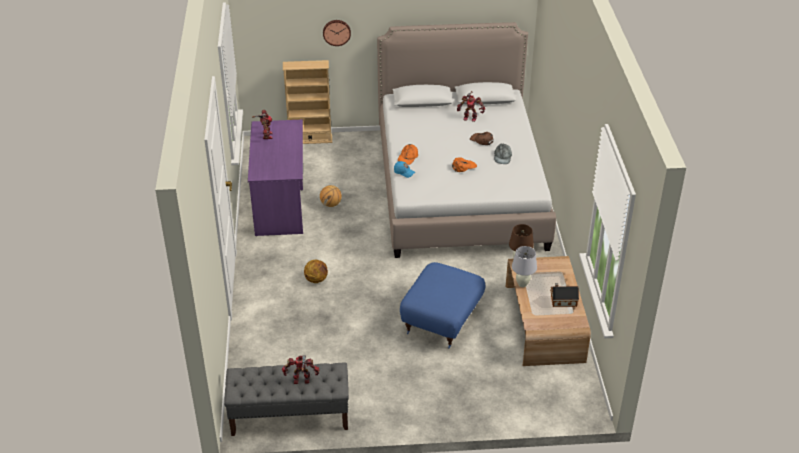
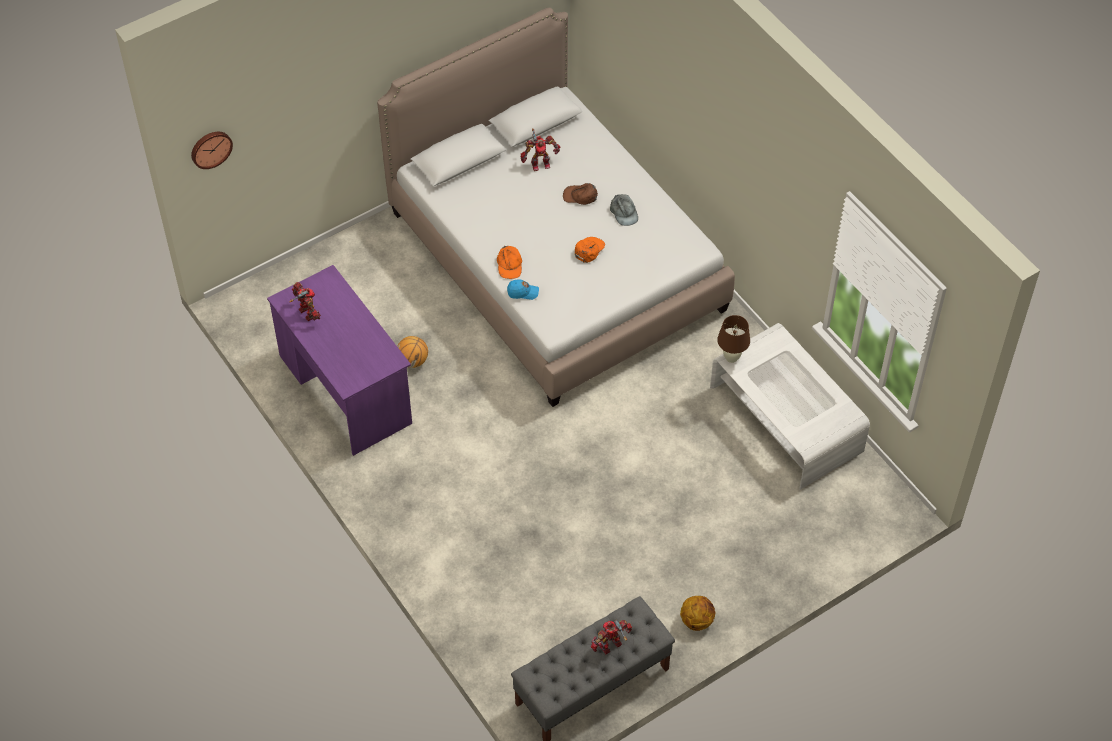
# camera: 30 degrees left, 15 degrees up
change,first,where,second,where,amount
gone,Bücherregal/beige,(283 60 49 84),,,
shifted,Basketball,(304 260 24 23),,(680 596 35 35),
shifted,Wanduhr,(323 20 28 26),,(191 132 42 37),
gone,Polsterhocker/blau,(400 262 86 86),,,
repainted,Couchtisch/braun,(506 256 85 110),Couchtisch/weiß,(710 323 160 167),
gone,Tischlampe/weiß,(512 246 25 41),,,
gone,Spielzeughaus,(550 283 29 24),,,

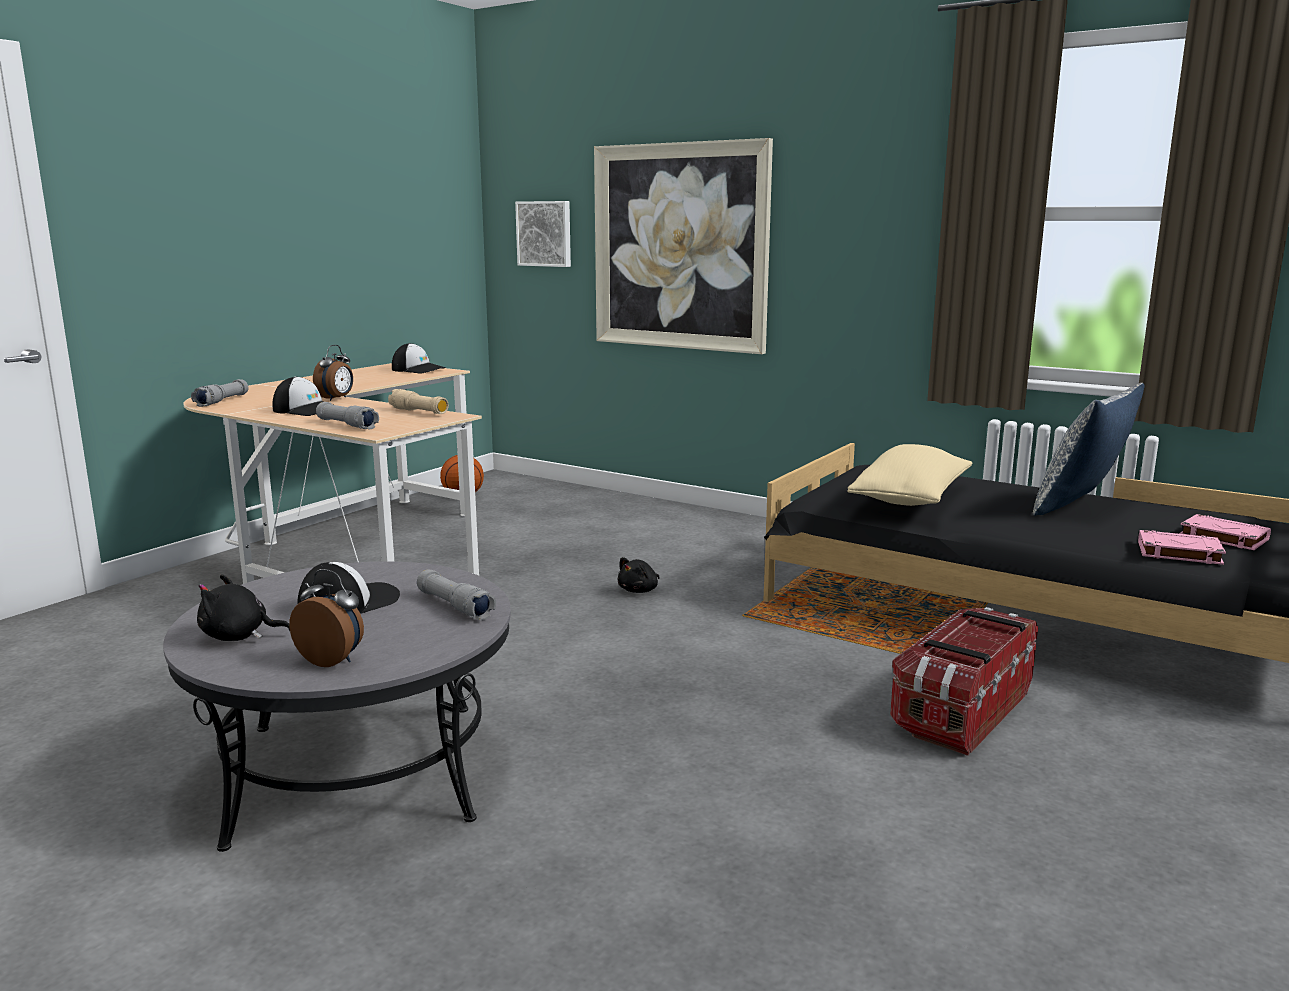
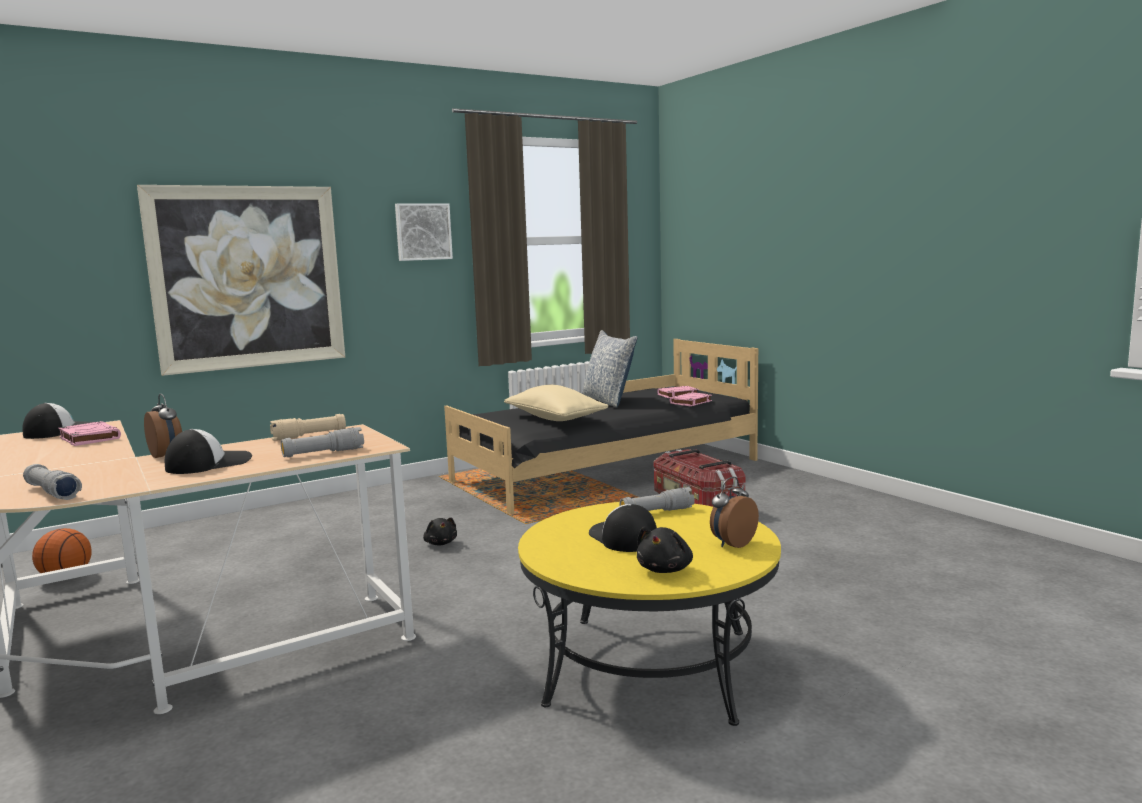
# camera: 65 degrees left, 5 degrees down
change,first,where,second,where,amount
repainted,Couchtisch/grau,(163 561 348 291),Couchtisch/gelb,(518 502 263 224),
shifted,Bild,(515 201 56 66),,(395 204 58 57),
new,,,Buch/rosa,(58 421 63 25),

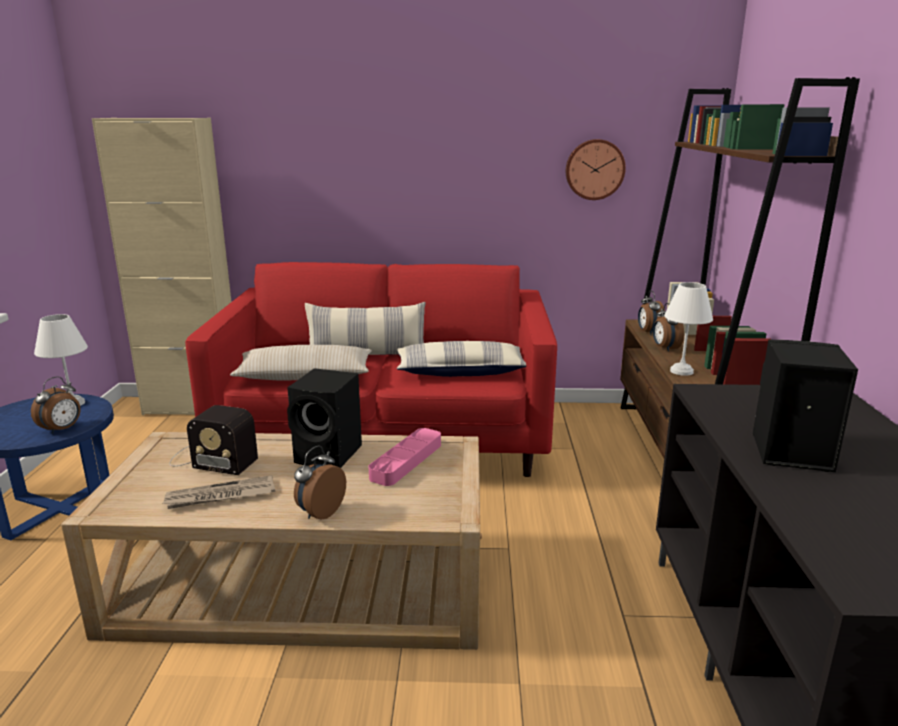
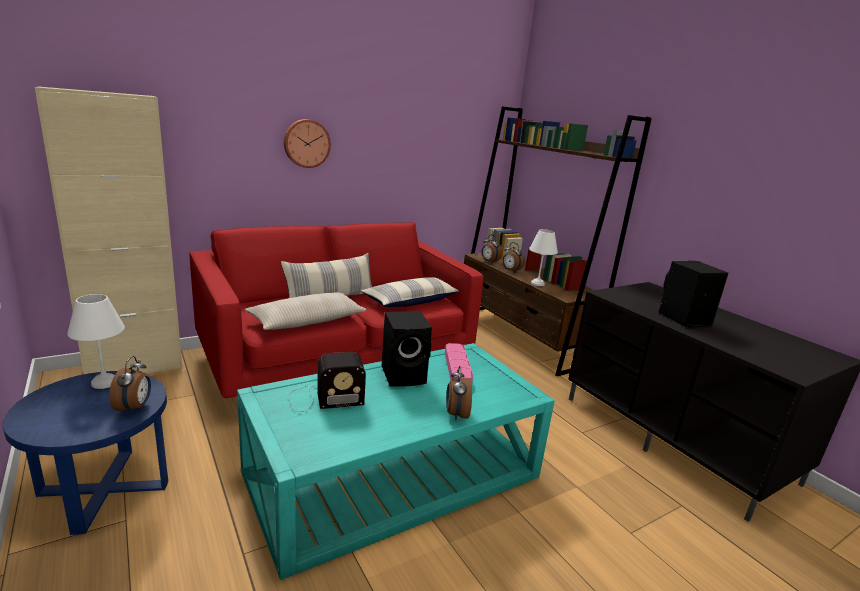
# camera: 35 degrees left, 0 degrees up
change,first,where,second,where,amount
repainted,Couchtisch/beige,(61 432 421 218),Couchtisch/türkis,(237 343 318 237),
gone,Zeitung,(163 475 112 34),,,
shifted,Wanduhr,(566 139 60 61),,(284 119 47 49),

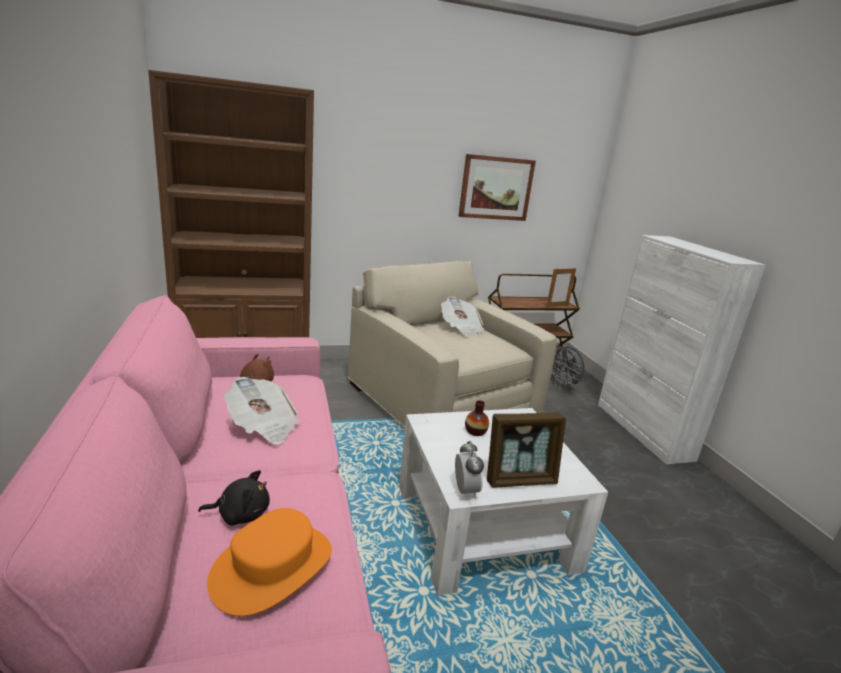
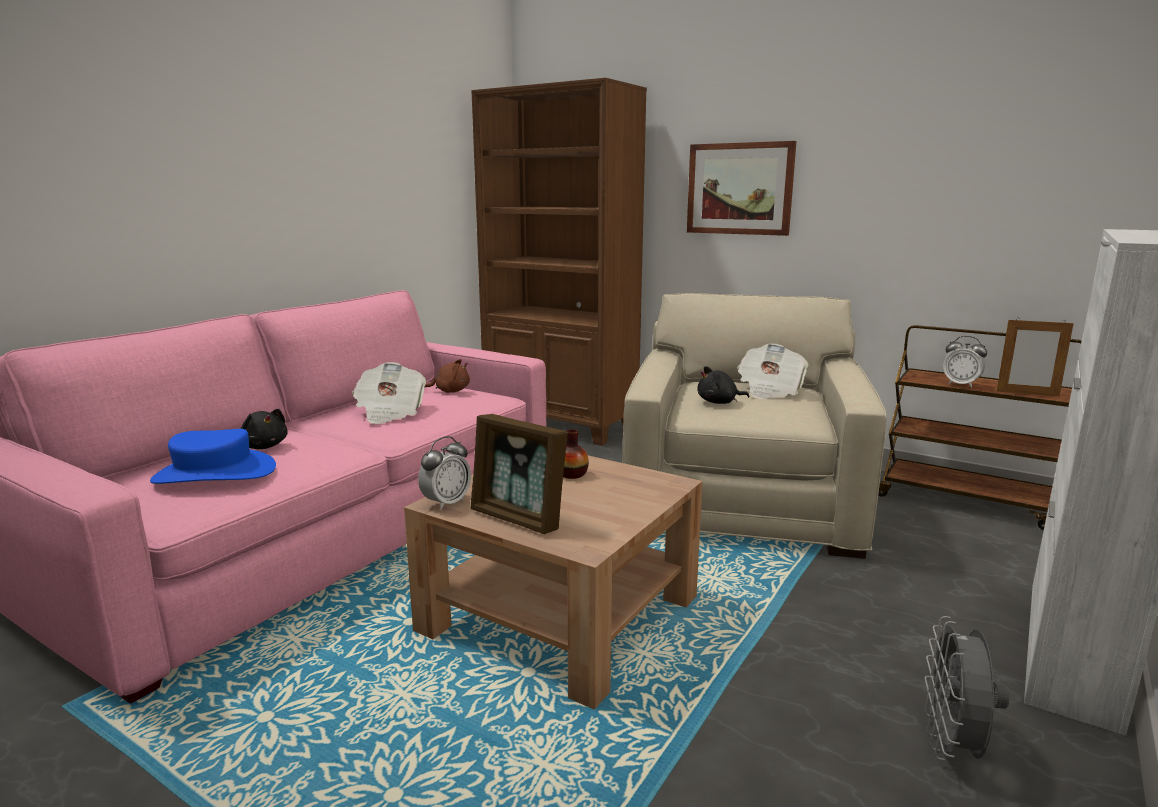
# camera: 50 degrees right, 5 degrees down
change,first,where,second,where,amount
repainted,Hut/orange,(207 508 125 108),Hut/blau,(150 429 126 55),
repainted,Couchtisch/weiß,(399 408 209 188),Couchtisch/braun,(404 456 299 254),
shifted,Bild,(459 154 77 67),,(687 141 109 95),
shifted,Ventilator/grau,(550 345 35 44),,(924 616 85 145),
new,,,Plüschtier/schwarz,(697 366 53 38),
new,,,Wecker,(943 336 44 52),

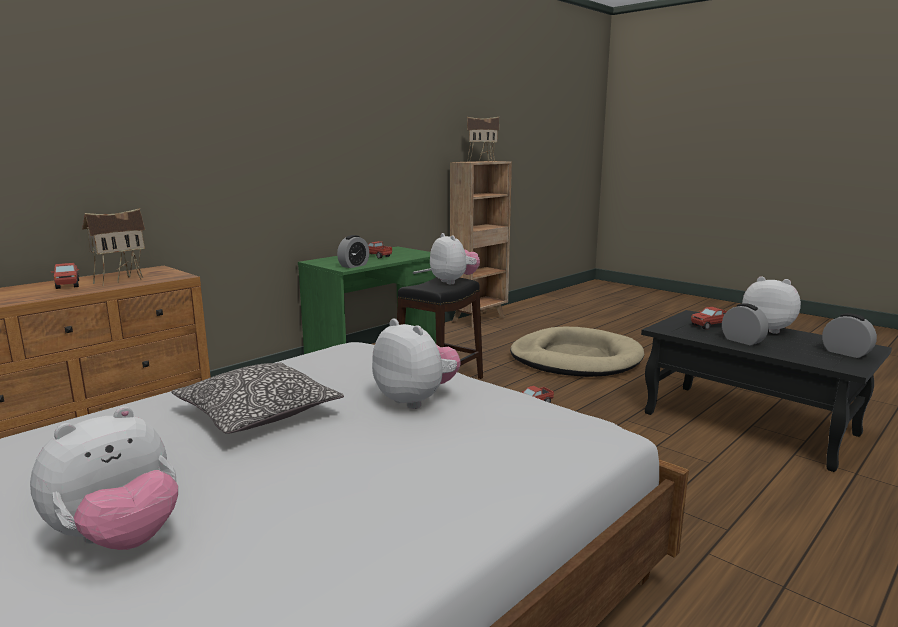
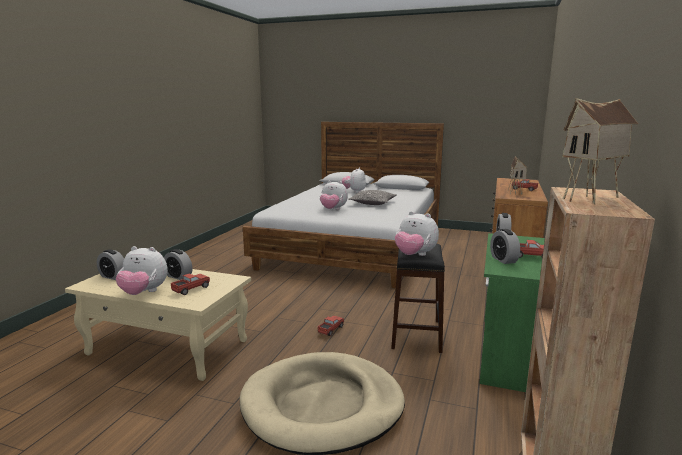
# camera: 155 degrees right, 0 degrees up
change,first,where,second,where,amount
repainted,Couchtisch/schwarz,(641 310 251 162),Couchtisch/beige,(65 269 186 112),
new,,,Wecker,(490 229 30 35),

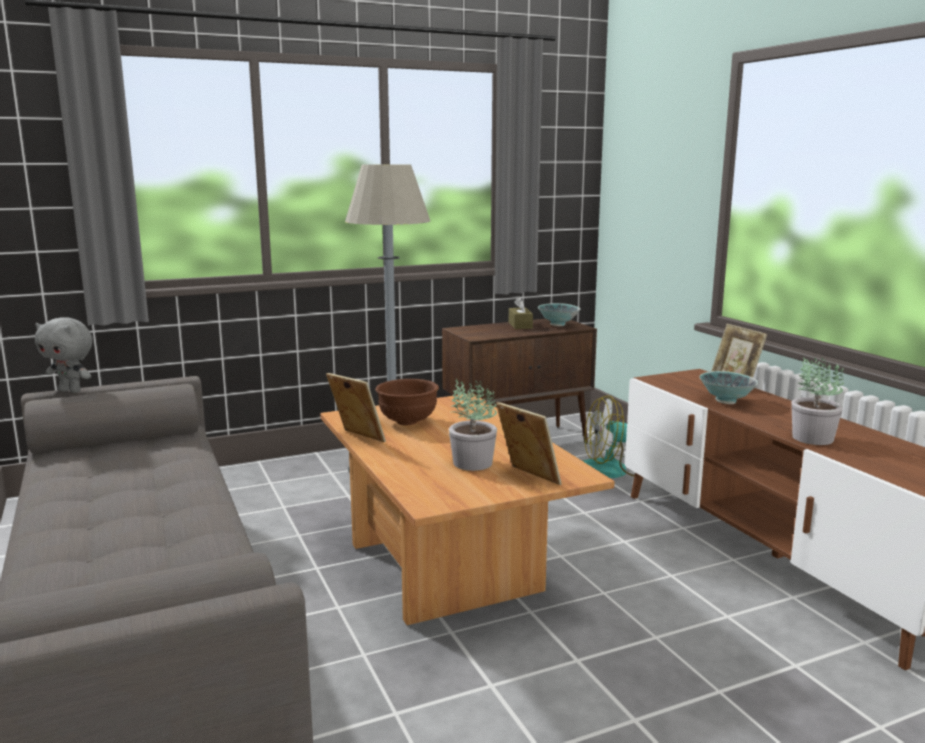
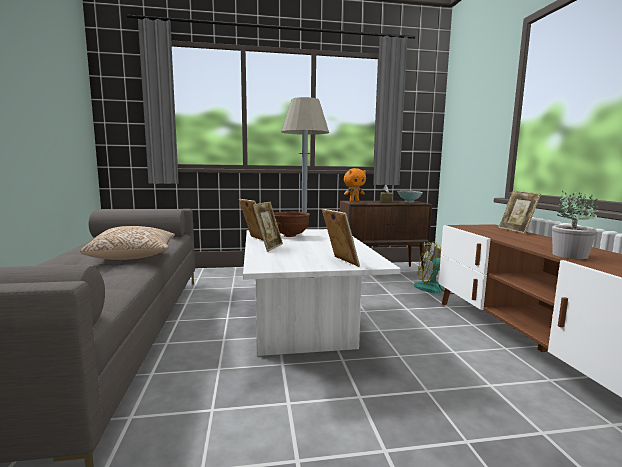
# camera: 15 degrees right, 5 degrees down
change,first,where,second,where,amount
gone,Plüschtier/grau,(35 318 58 75),,,
repainted,Couchtisch/braun,(320 393 295 232),Couchtisch/weiß,(243 229 158 127),
gone,Topfpflanze,(449 379 48 92),,,
gone,Schüssel,(699 371 60 33),,,
new,,,Kissen,(80 226 95 34),
new,,,Bilderrahmen,(253 202 30 50),
new,,,Plüschtier/orange,(344 168 22 34),

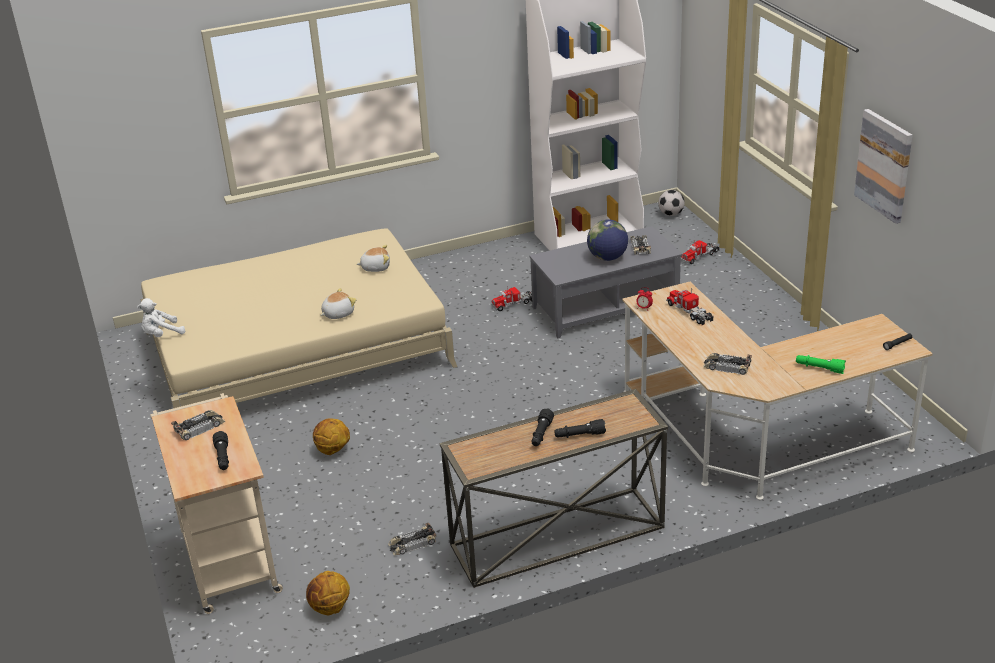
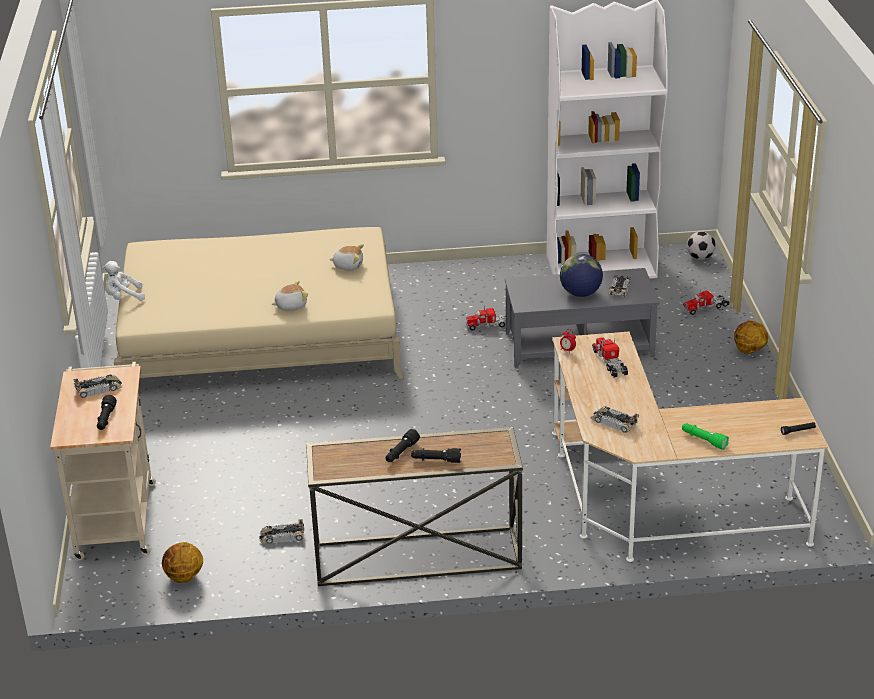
# camera: 15 degrees right, 0 degrees up
change,first,where,second,where,amount
shifted,Basketball,(313 418 37 37),,(734 321 34 33),
gone,Bild,(854 109 59 115),,,

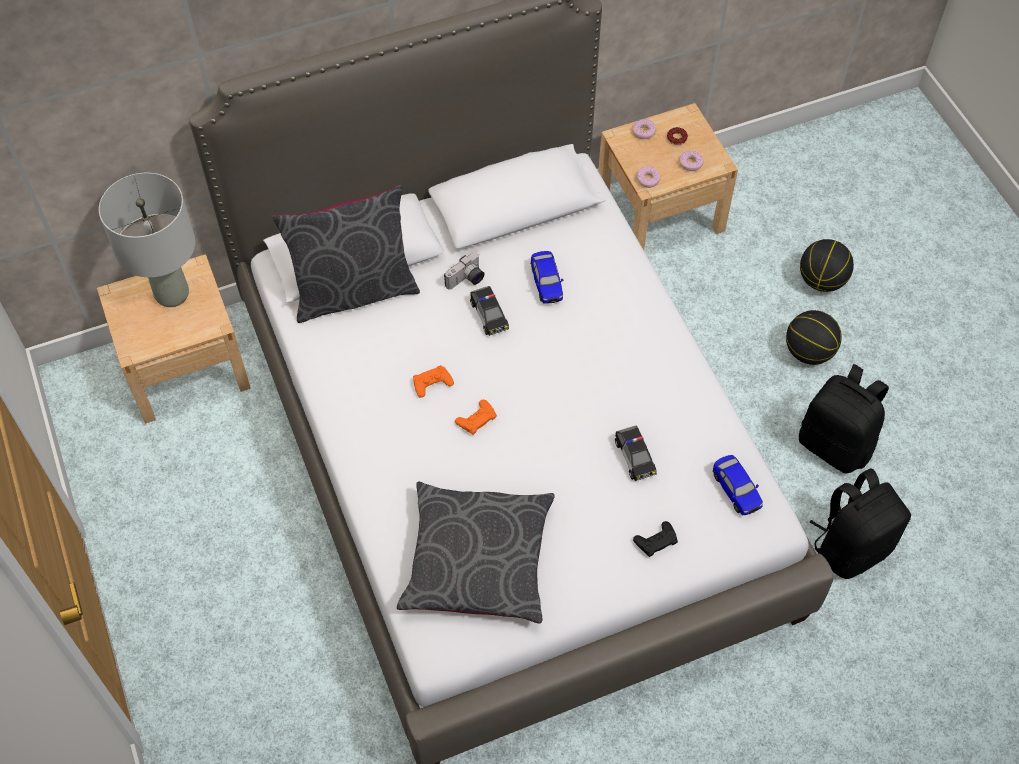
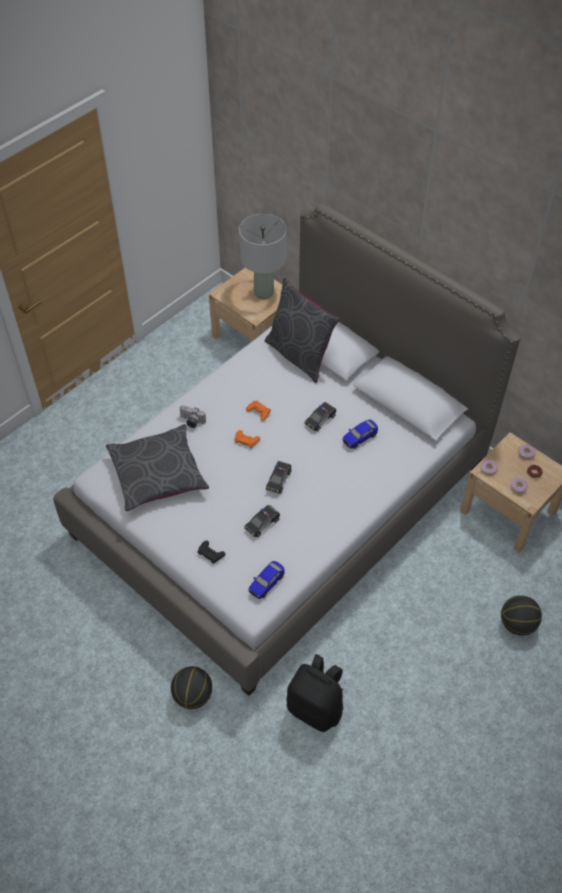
# camera: 65 degrees right, 5 degrees down
change,first,where,second,where,amount
shifted,Kamera,(444 252 40 37),,(179 405 27 23),
shifted,Basketball,(786 310 56 55),,(171 666 41 43),
gone,Rucksack/schwarz,(799 364 90 110),,,
new,,,Spielzeugauto,(266 461 25 33),

